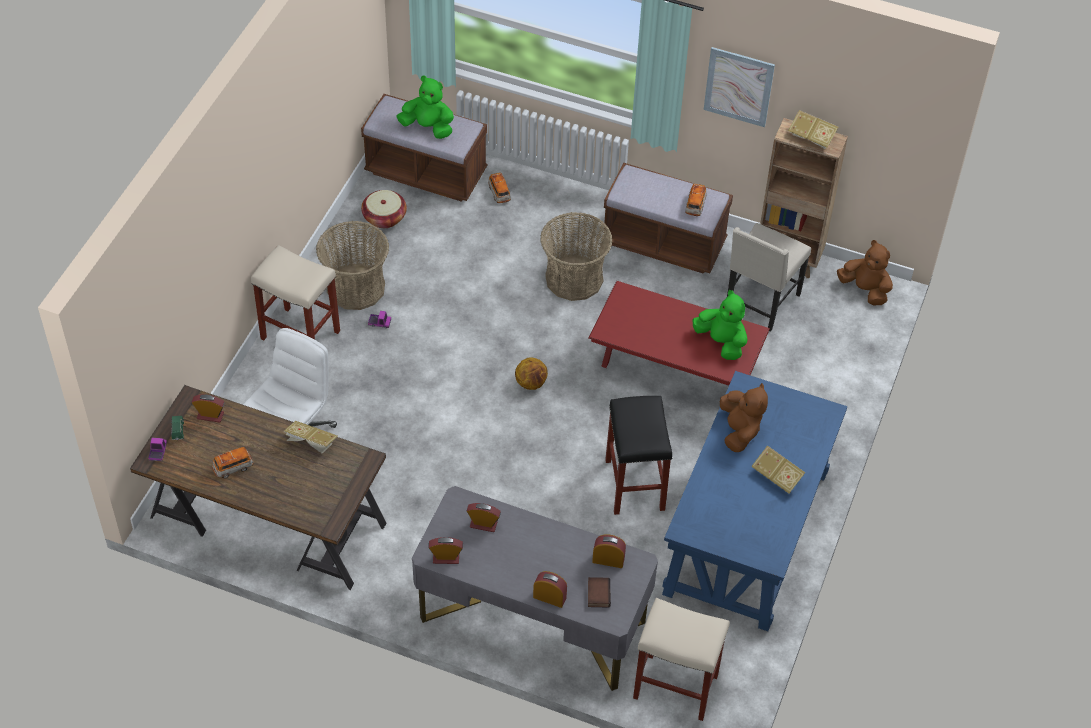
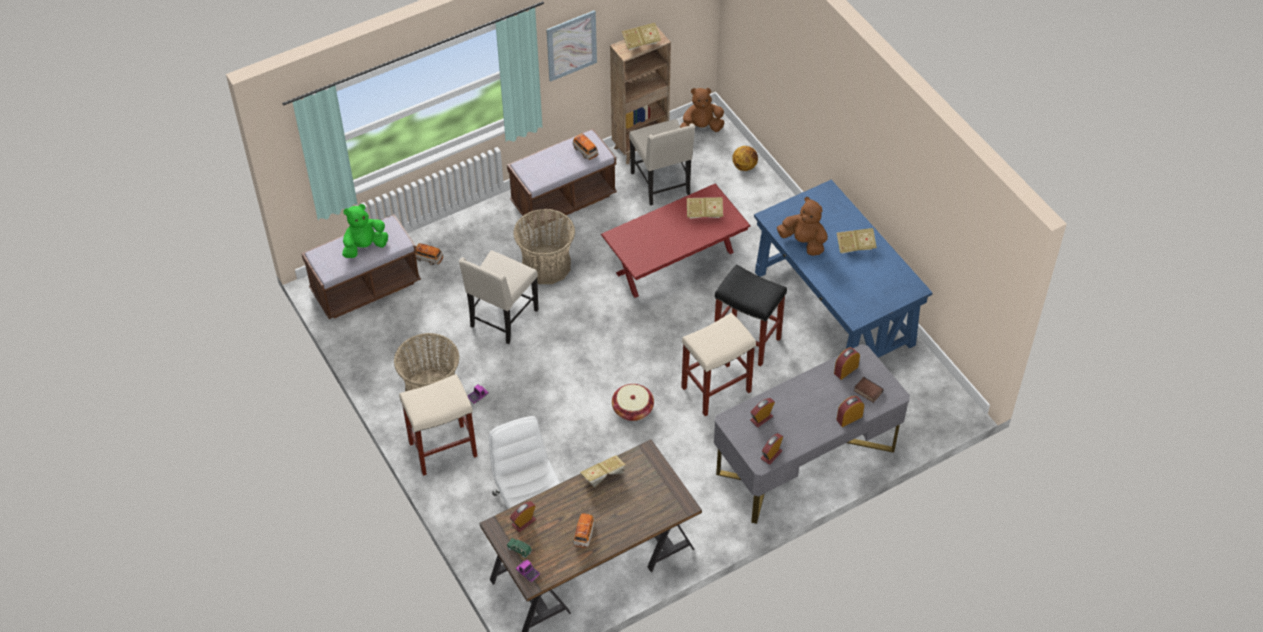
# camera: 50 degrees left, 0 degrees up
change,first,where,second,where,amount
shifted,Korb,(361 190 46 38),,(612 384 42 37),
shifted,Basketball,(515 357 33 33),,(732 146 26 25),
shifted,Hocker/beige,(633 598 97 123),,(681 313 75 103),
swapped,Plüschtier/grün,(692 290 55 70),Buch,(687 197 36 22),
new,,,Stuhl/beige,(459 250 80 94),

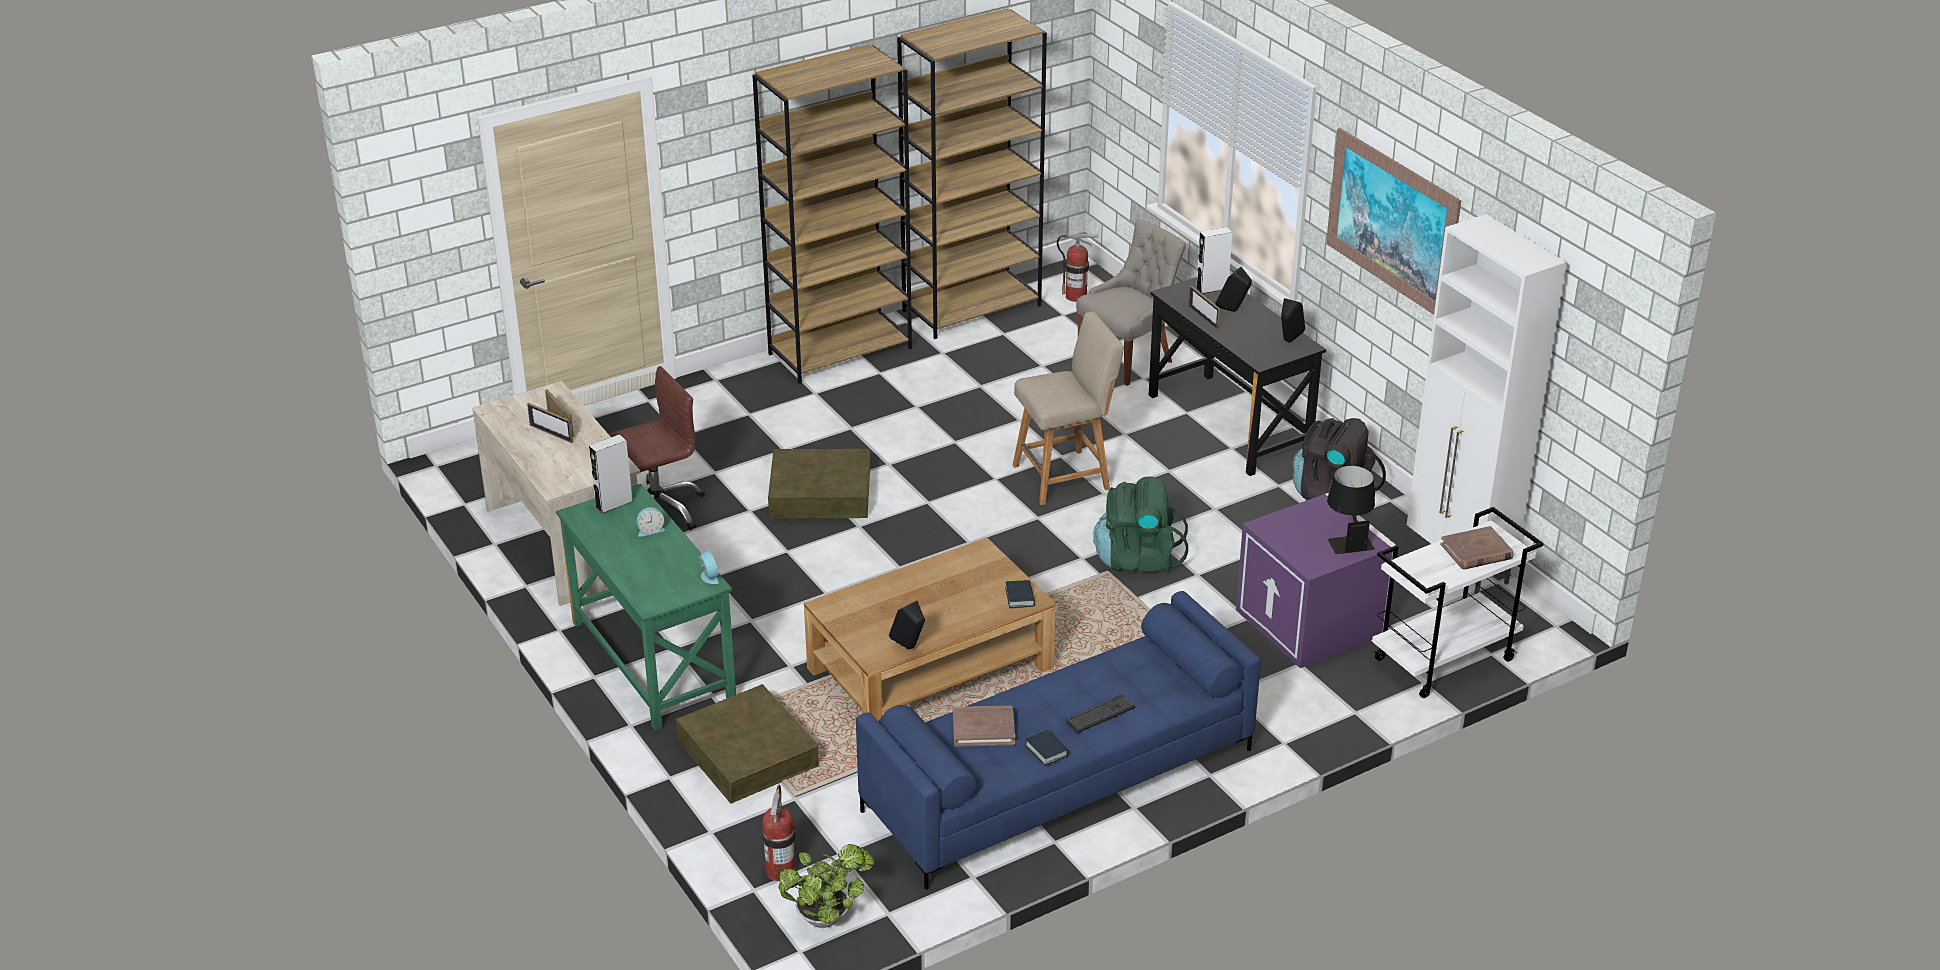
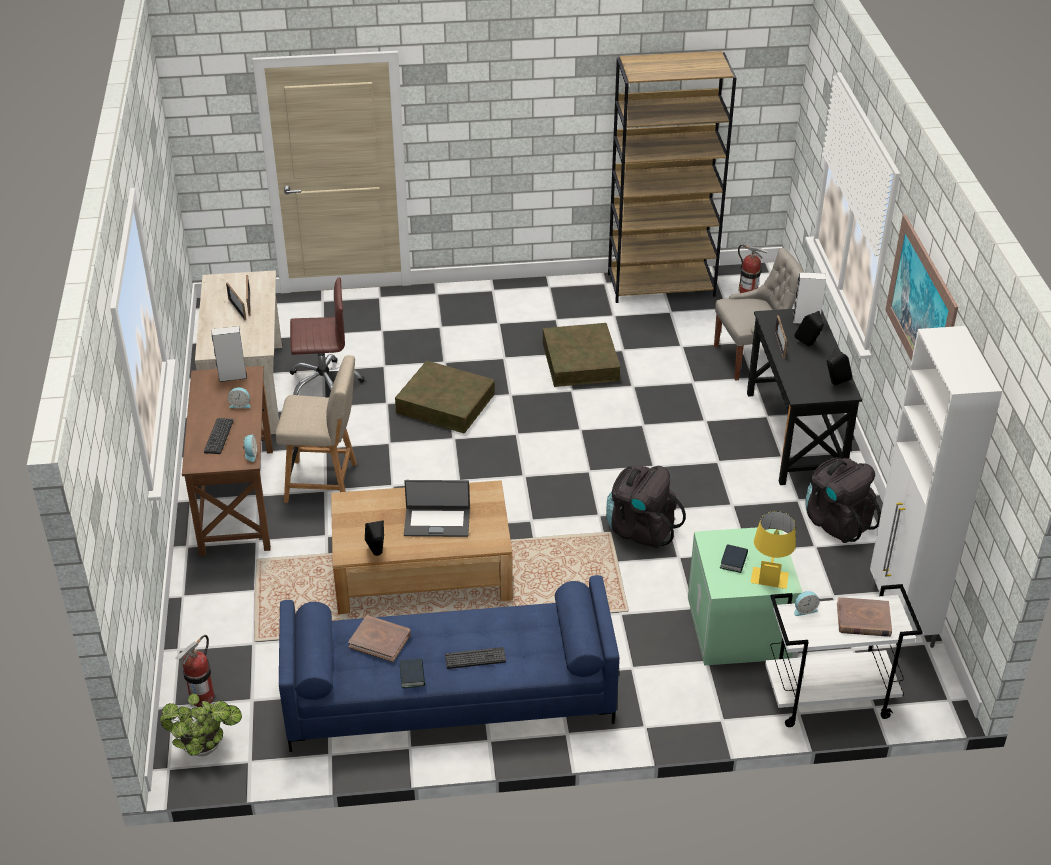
# camera: 25 degrees right, 5 degrees up
change,first,where,second,where,amount
repainted,Schreibtisch/grün,(556 484 180 246),Schreibtisch/braun,(182 366 91 190),
shifted,Aufbewahrungsbox/braun,(676 684 143 120),,(543 323 77 64),
gone,Bücherregal/braun,(752 44 160 340),,,
shifted,Buch,(1005 580 30 28),,(720 544 28 29),
shifted,Stuhl/beige,(1013 311 111 194),,(276 355 81 148),
repainted,Rucksack/grün,(1093 477 95 96),Rucksack/schwarz,(606 465 80 83),
repainted,Aufbewahrungsbox/lila,(1236 493 160 175),Aufbewahrungsbox/grün,(688 527 120 139),
repainted,Tischlampe/schwarz,(1327 465 48 89),Tischlampe/gelb,(750 511 46 78),
new,,,Tastatur,(204 418 29 36),
new,,,Laptop,(404 480 66 57),
new,,,Wecker,(794 591 26 25),

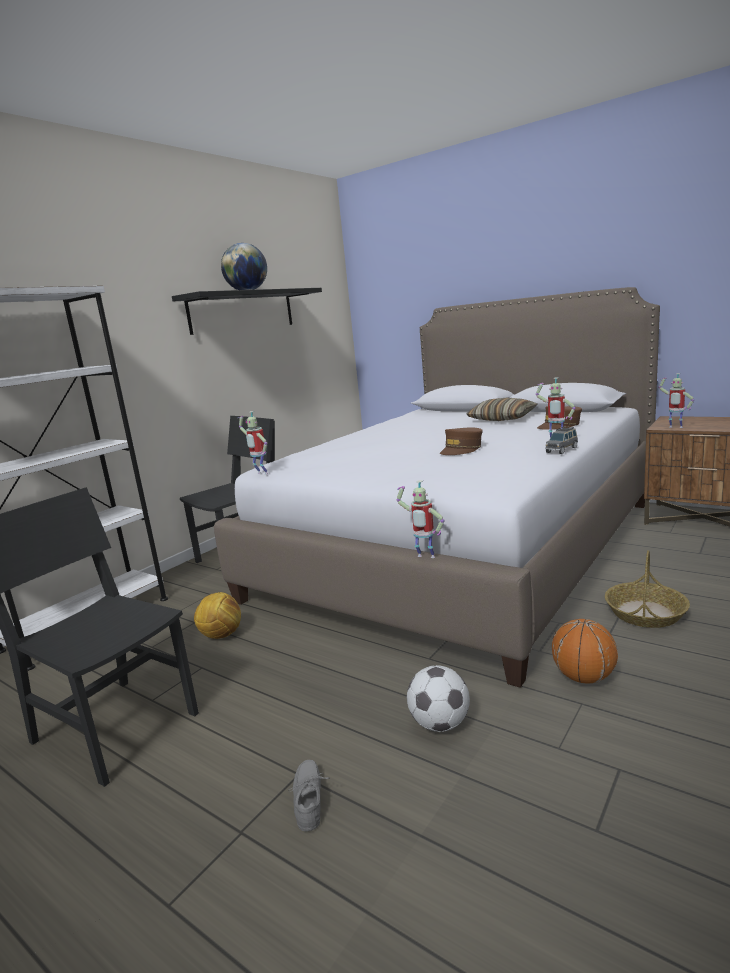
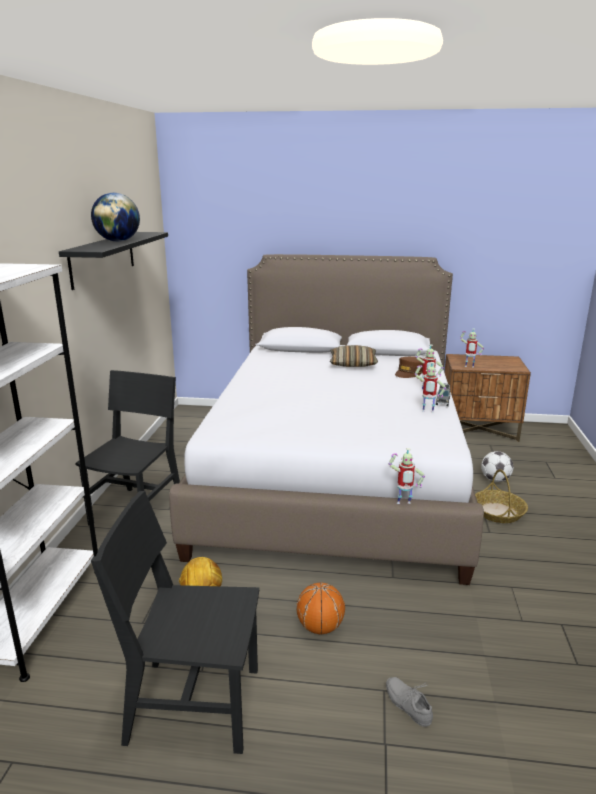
# camera: 30 degrees left, 5 degrees up
change,first,where,second,where,amount
shifted,Spielzeugroboter,(238 411 30 64),,(415 362 31 51),
shifted,Fußball,(407 665 63 67),,(481 451 33 31),
gone,Kappe/braun,(440 428 43 27),,,
shifted,Basketball,(552 619 66 64),,(296 582 49 52),

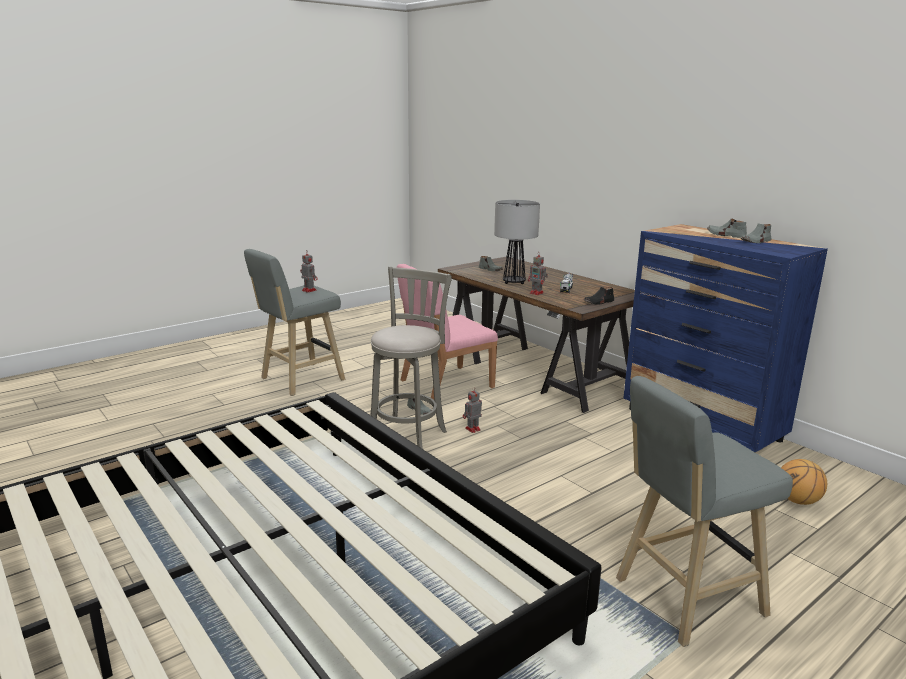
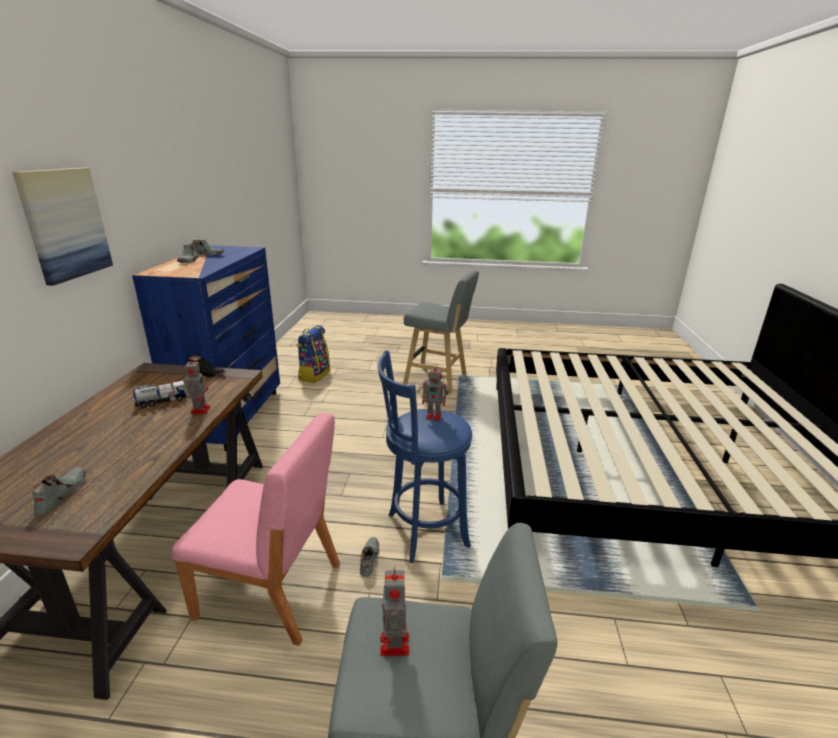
# camera: 135 degrees left, 5 degrees up
change,first,where,second,where,amount
repainted,Hocker/grau,(370 266 82 183),Hocker/blau,(377 350 95 213),
shifted,Spielzeugroboter,(463 387 19 46),,(422 364 27 57),
gone,Tischlampe,(494 200 46 84),,,
swapped,Basketball,(781 459 46 46),Rucksack,(297 325 33 58),
new,,,Bild,(12 168 101 118),

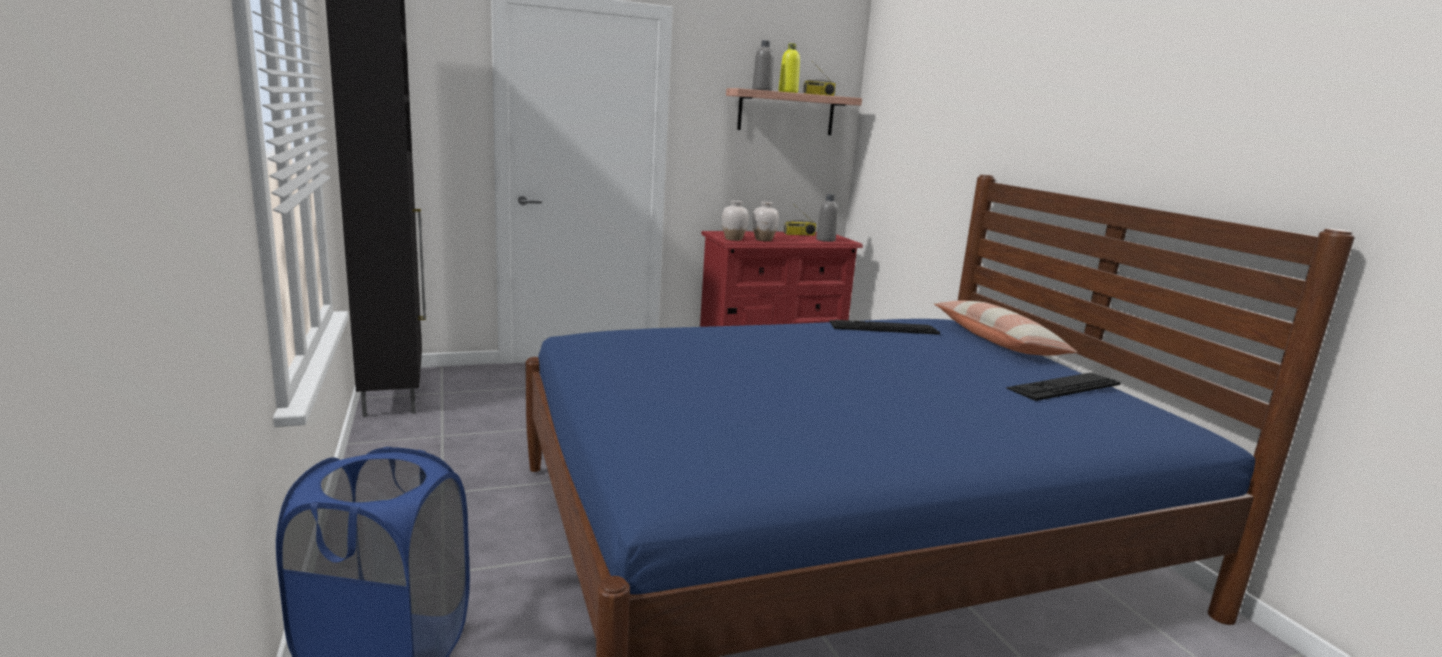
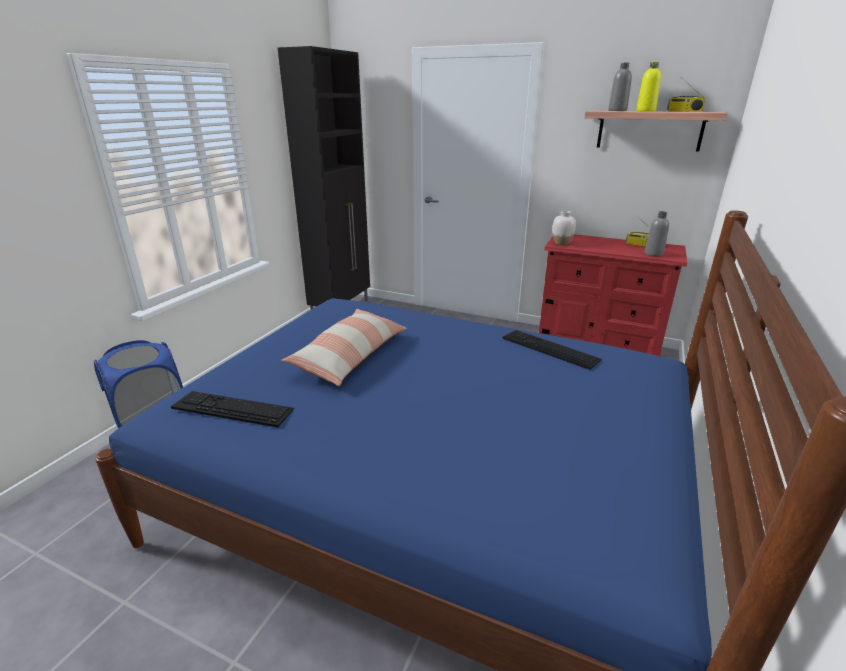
# camera: 45 degrees right, 10 degrees up
change,first,where,second,where,amount
gone,Vase/weiß,(752 201 27 40),,,
shifted,Kissen,(934 300 143 56),,(281 309 126 77),
shifted,Tastatur,(1006 373 115 28),,(171 391 123 37),

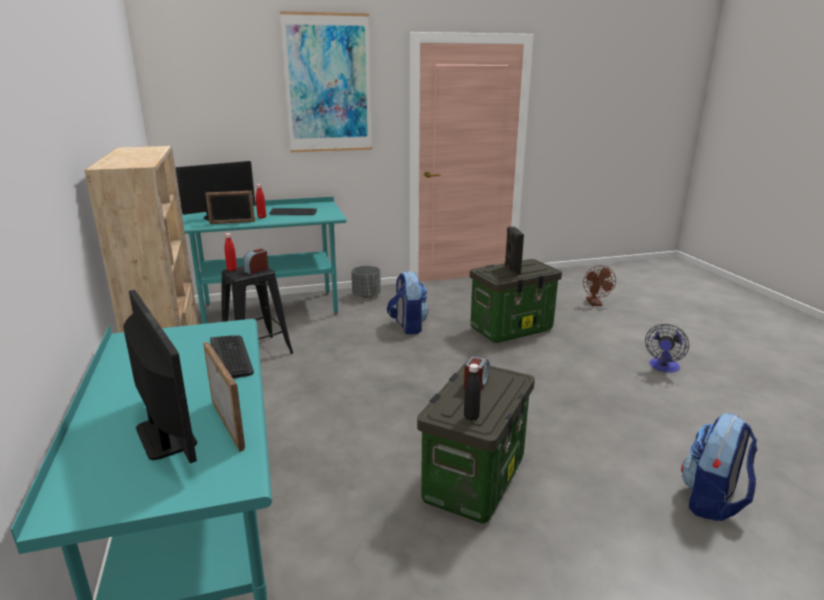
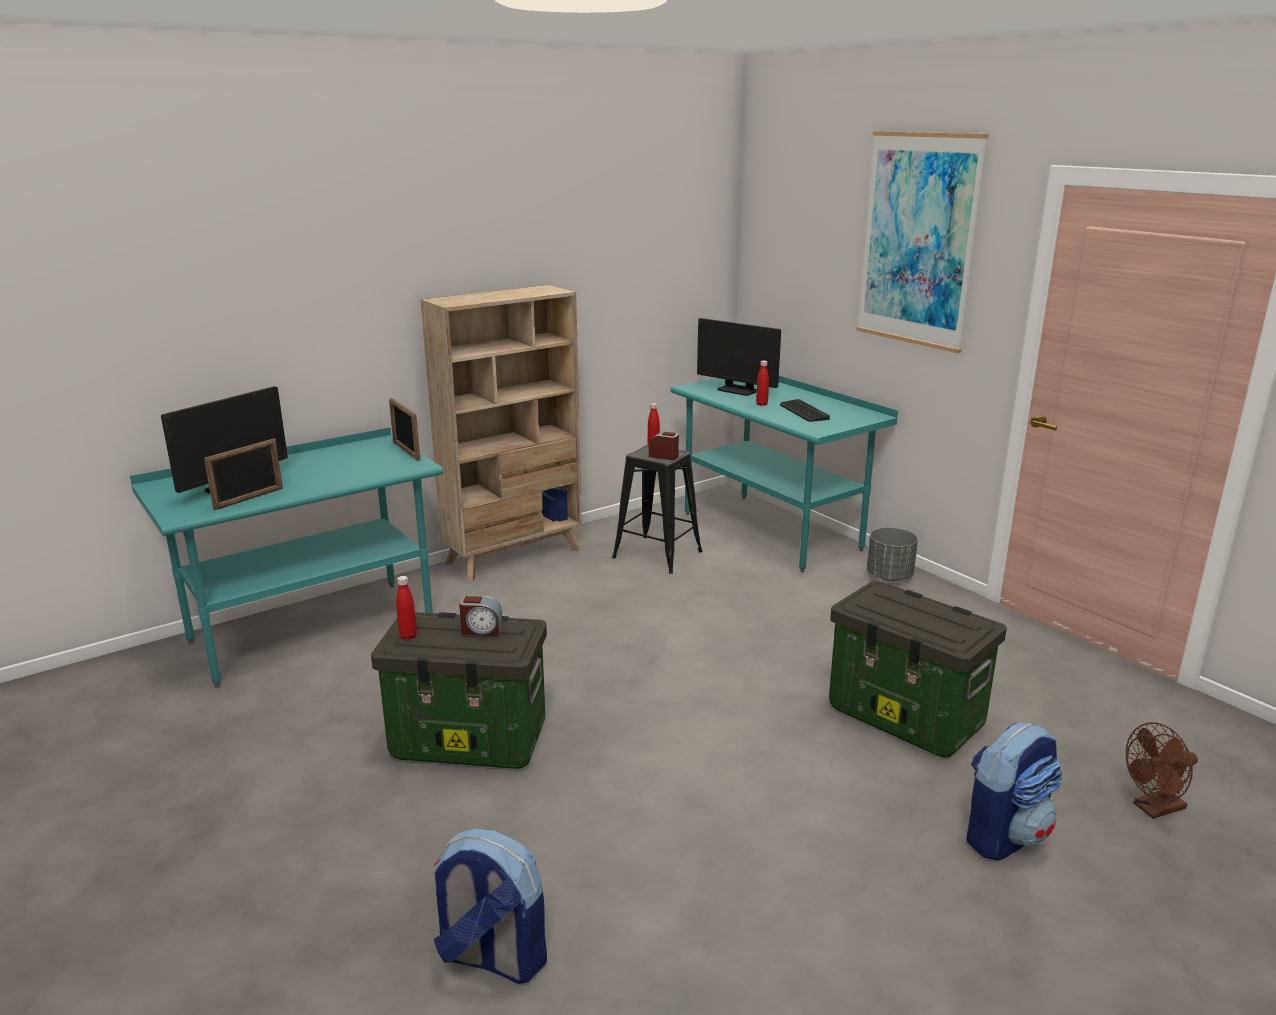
# camera: 70 degrees right, 0 degrees up
change,first,where,second,where,amount
shifted,Bilderrahmen,(205 191 50 33),,(389 398 31 63),
gone,Tastatur,(210 335 44 44),,,
shifted,Rucksack,(387 271 42 63),,(966 722 96 139),
repainted,Flasche/schwarz,(464 364 17 57),Flasche/rot,(396 576 21 64),
gone,Lautsprecher/schwarz,(505 226 19 49),,,
gone,Ventilator,(645 324 44 48),,,

